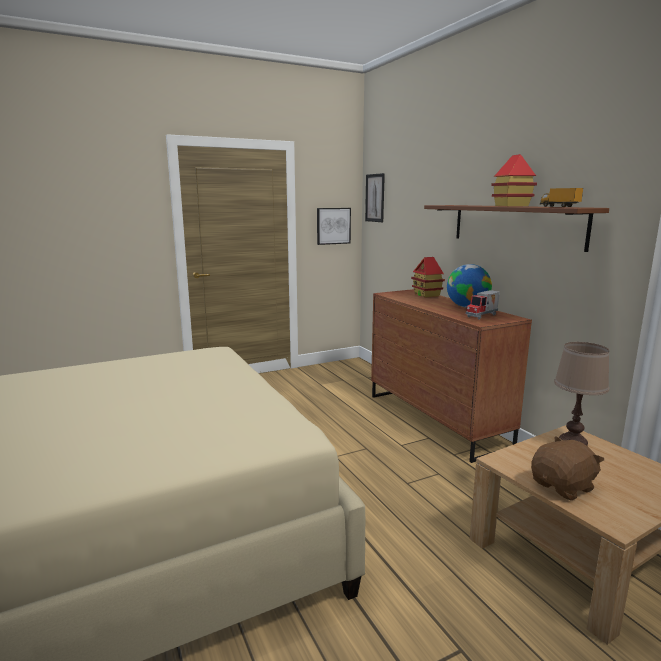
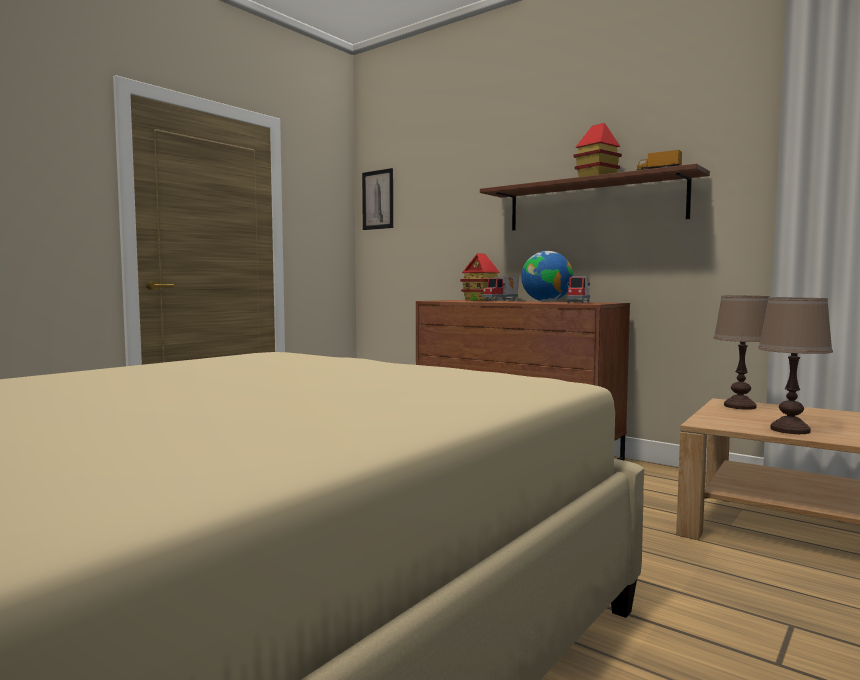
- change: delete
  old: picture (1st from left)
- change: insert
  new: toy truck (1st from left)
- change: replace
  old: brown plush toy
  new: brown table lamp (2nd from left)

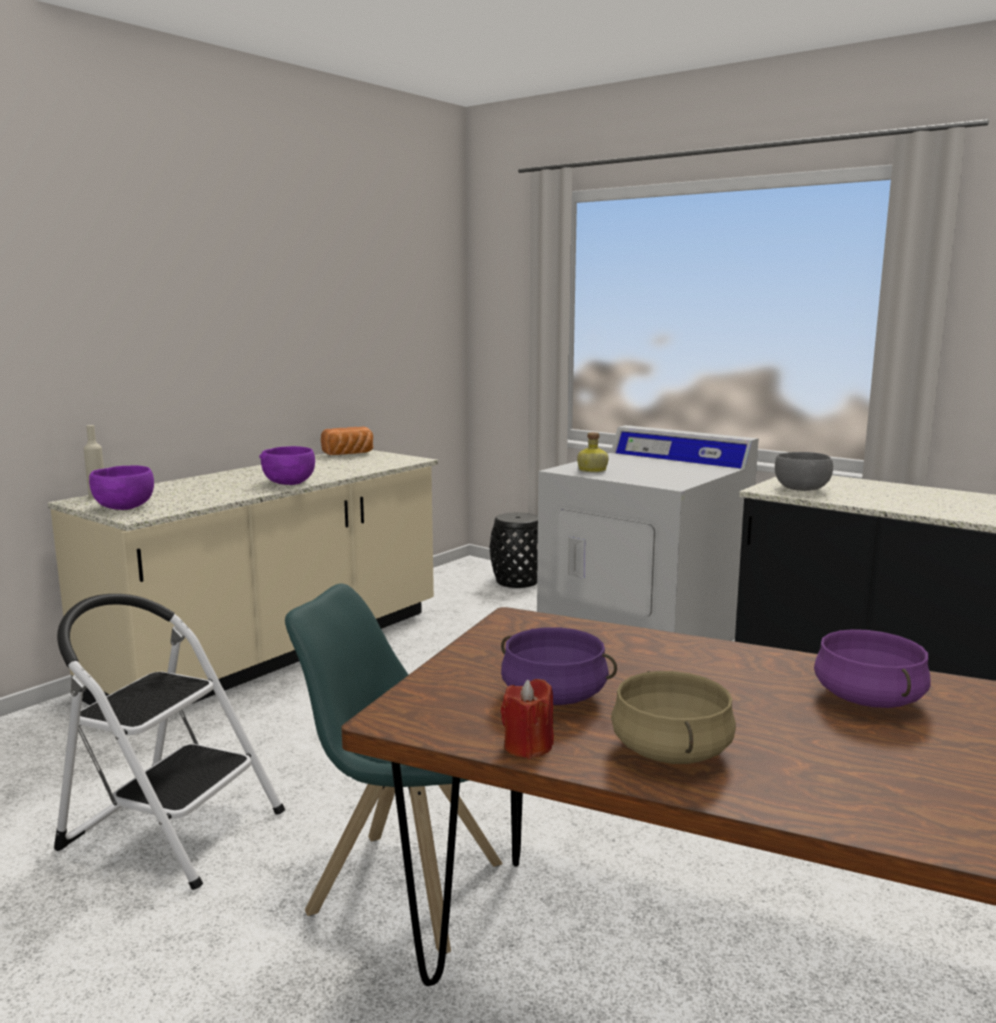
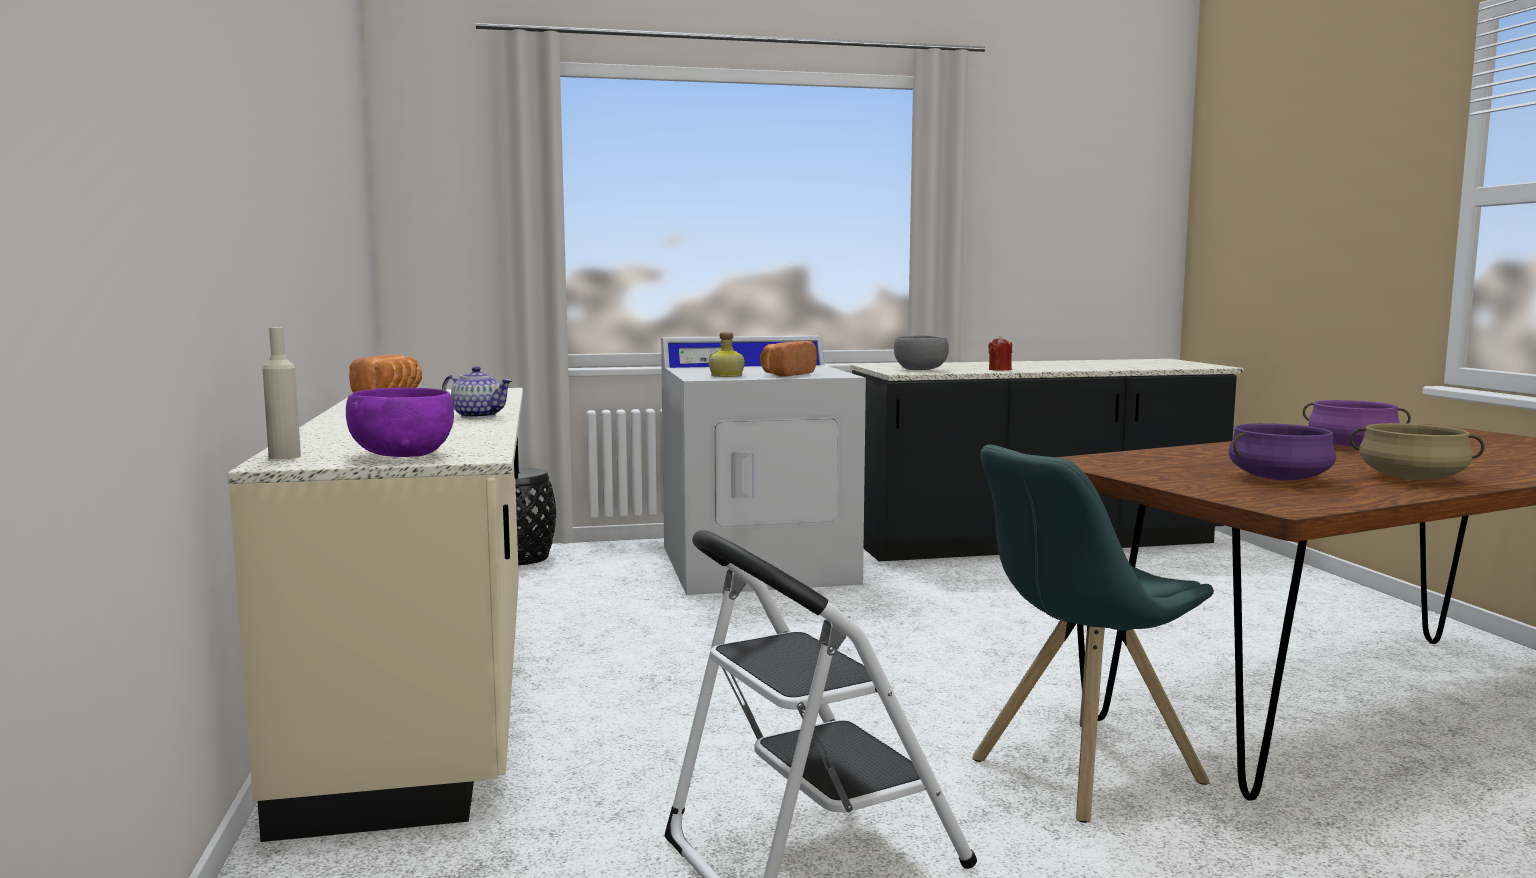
- change: insert
  new: bread (2nd from left)
- change: move
  old: red candle
- change: replace
  old: purple bowl (2nd from left)
  new: teapot

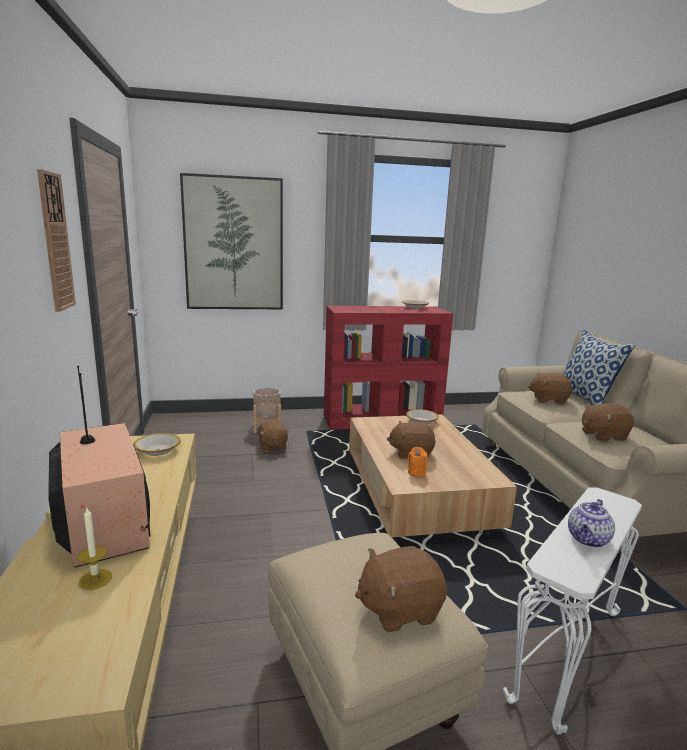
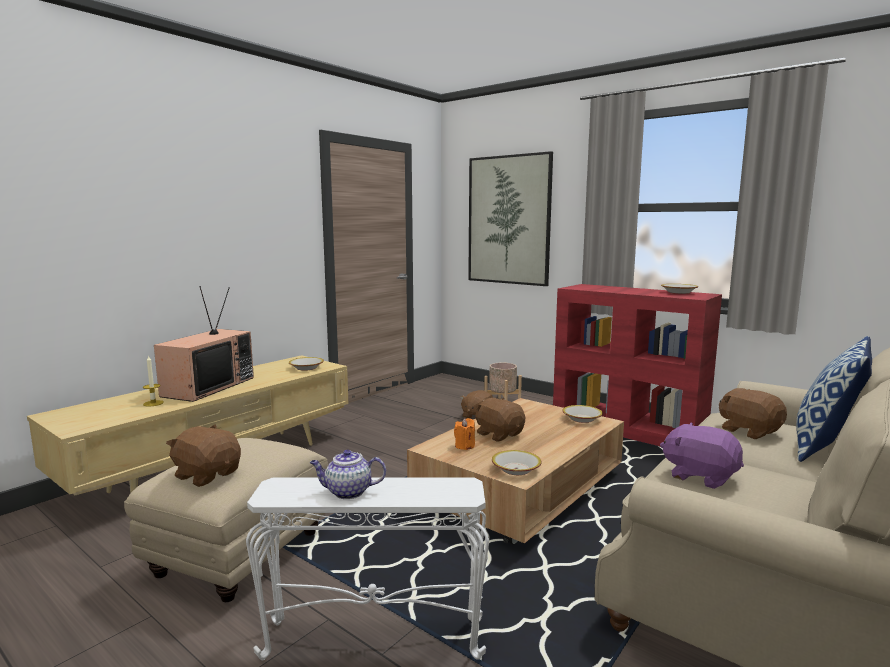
- change: delete
  old: wall clock
- change: insert
  new: bowl (2nd from left)
- change: recolor
  old: brown plush toy (5th from left)
  new: purple plush toy

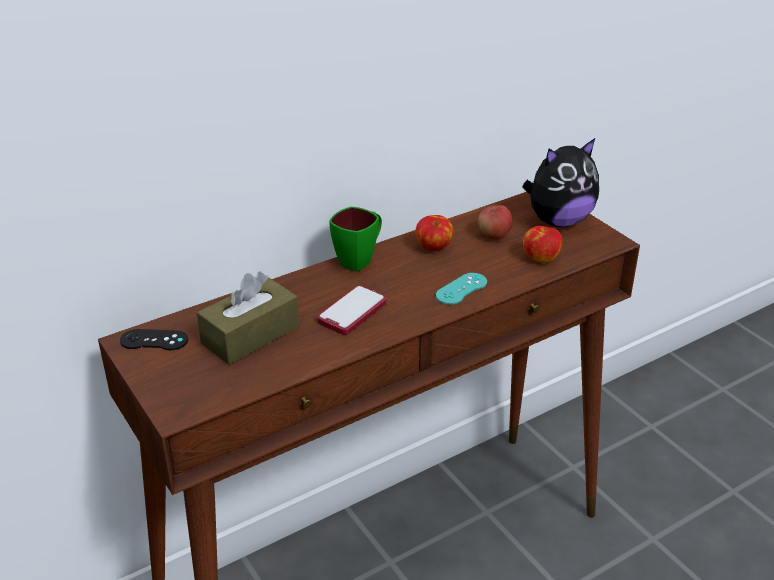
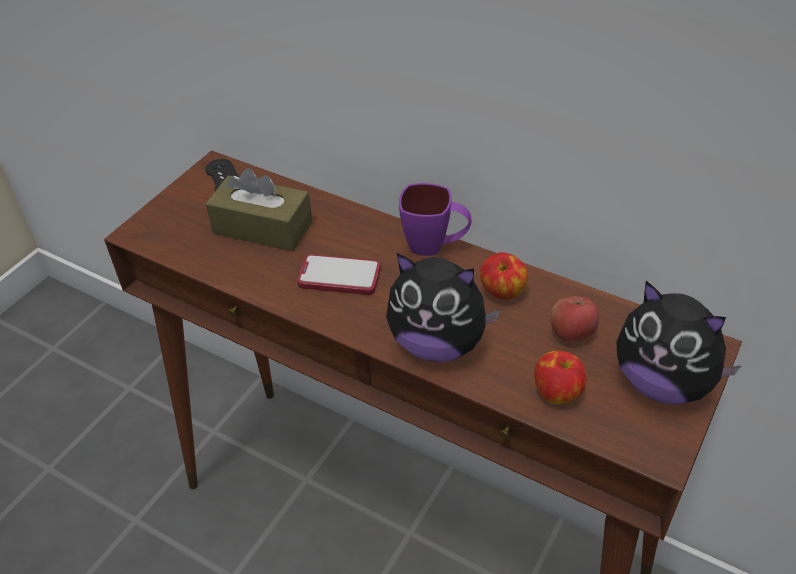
- change: replace
  old: turquoise game controller
  new: plush toy (1st from left)
- change: recolor
  old: green mug
  new: purple mug

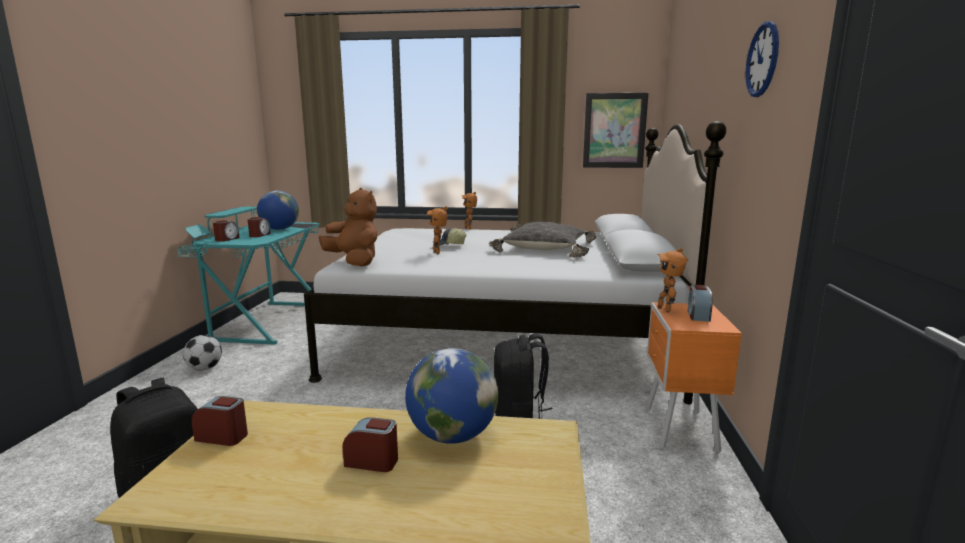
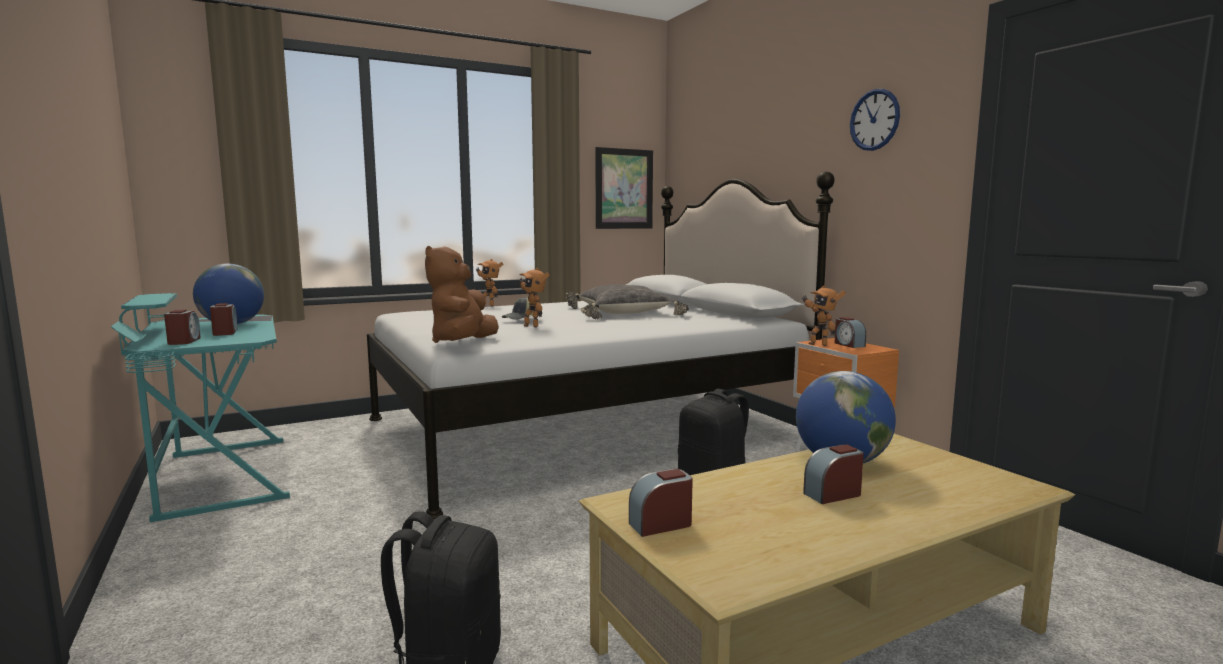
- change: delete
  old: football
- change: rotate
  old: brown plush toy
  degrees: -90

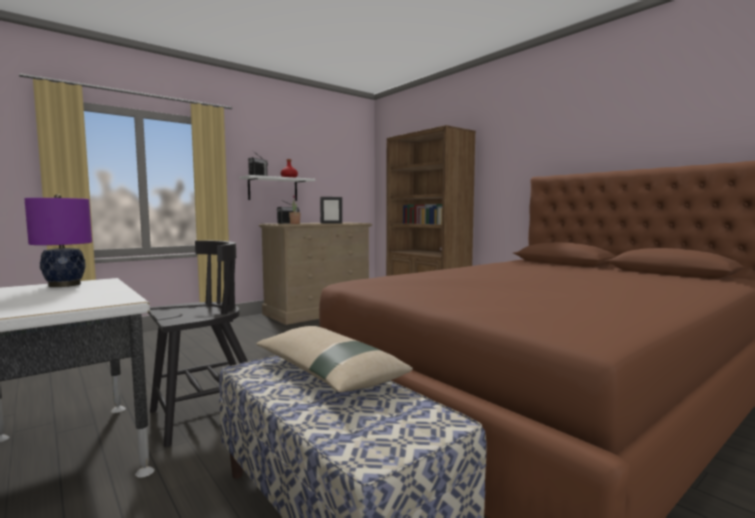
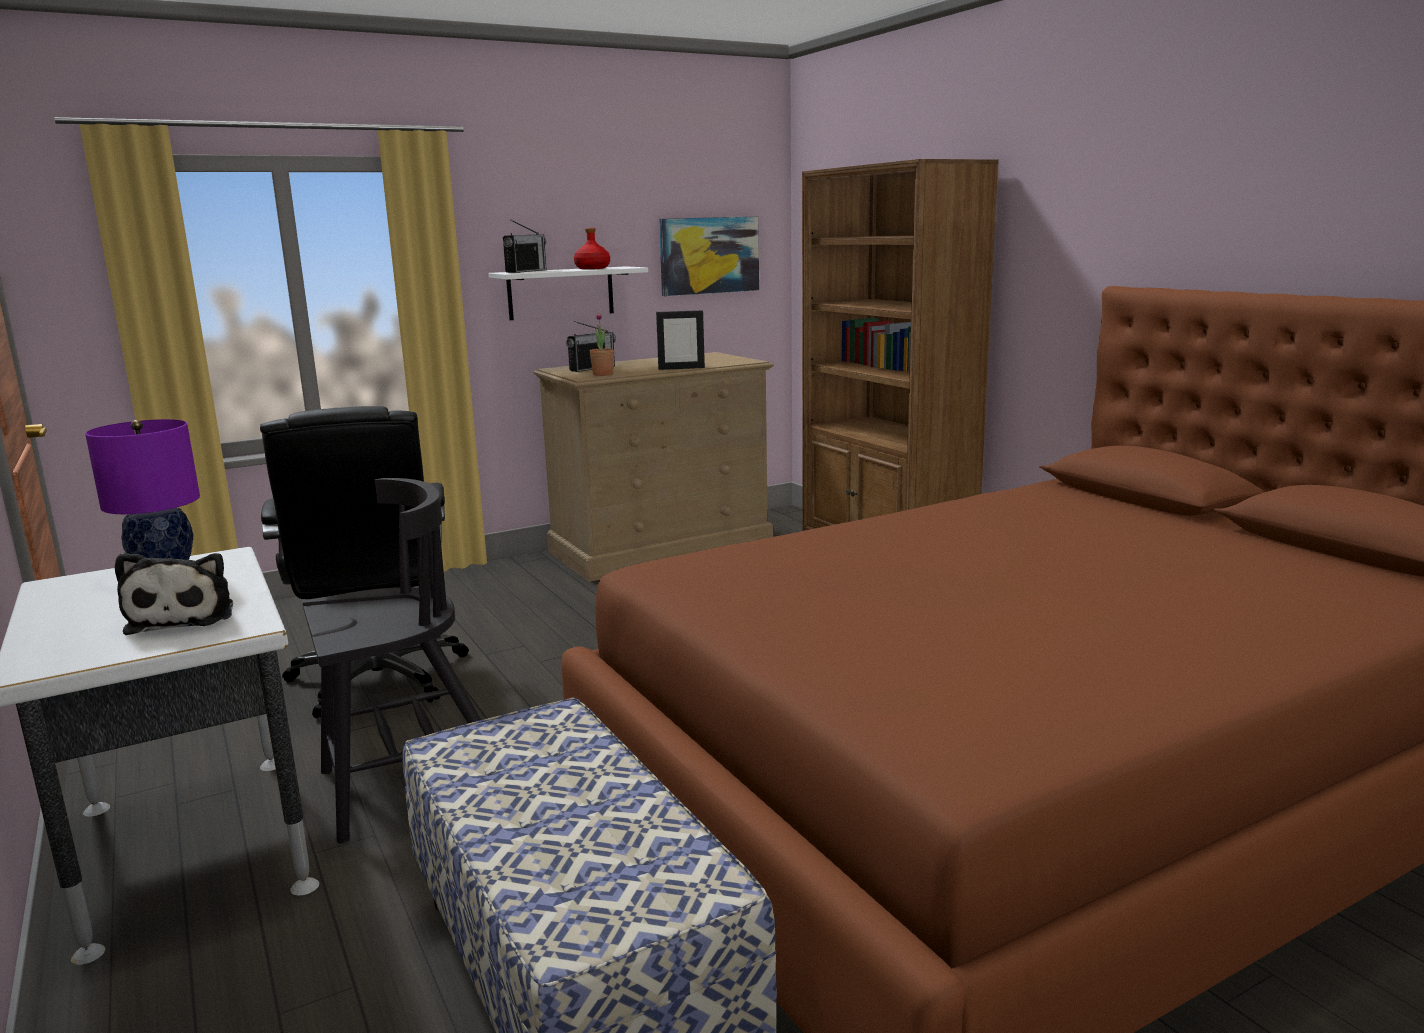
- change: delete
  old: beige pillow
- change: insert
  new: plush toy
- change: insert
  new: black office chair
- change: insert
  new: picture

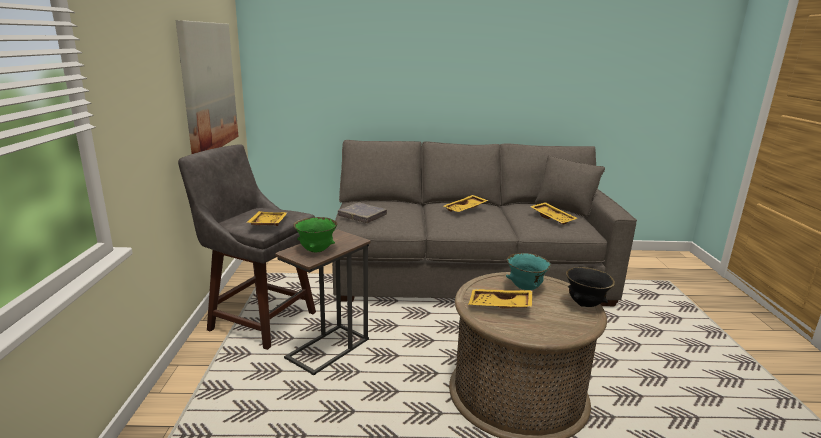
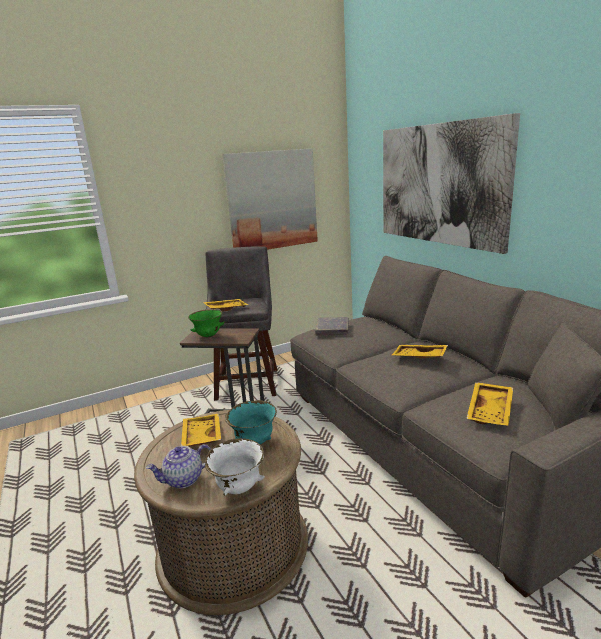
- change: insert
  new: teapot
- change: insert
  new: picture (2nd from left)
- change: recolor
  old: black bowl
  new: white bowl

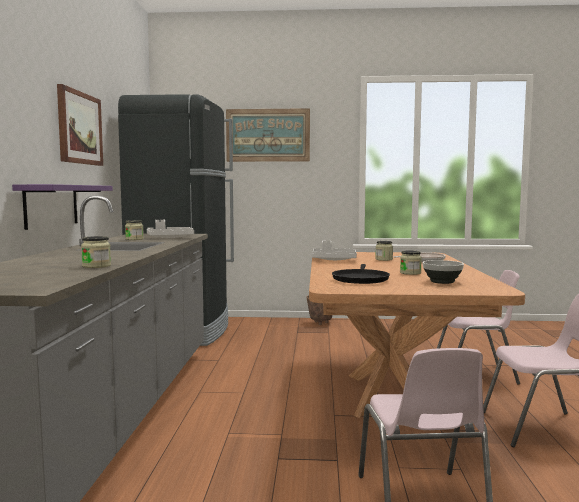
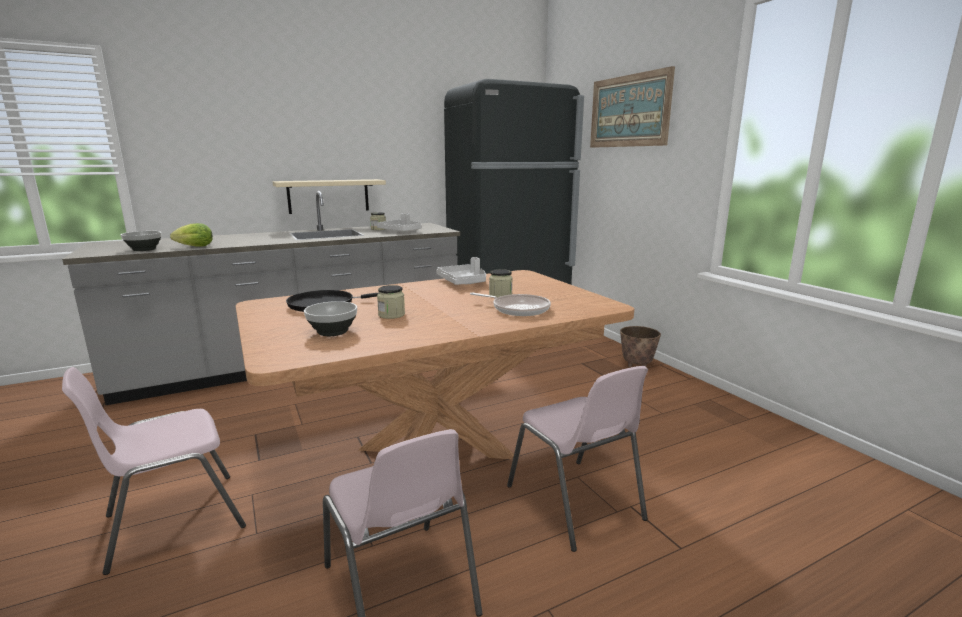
- change: delete
  old: picture (1st from left)
- change: insert
  new: bowl (1st from left)
- change: replace
  old: jar (1st from left)
  new: lettuce
- change: recolor
  old: purple shelf
  new: beige shelf

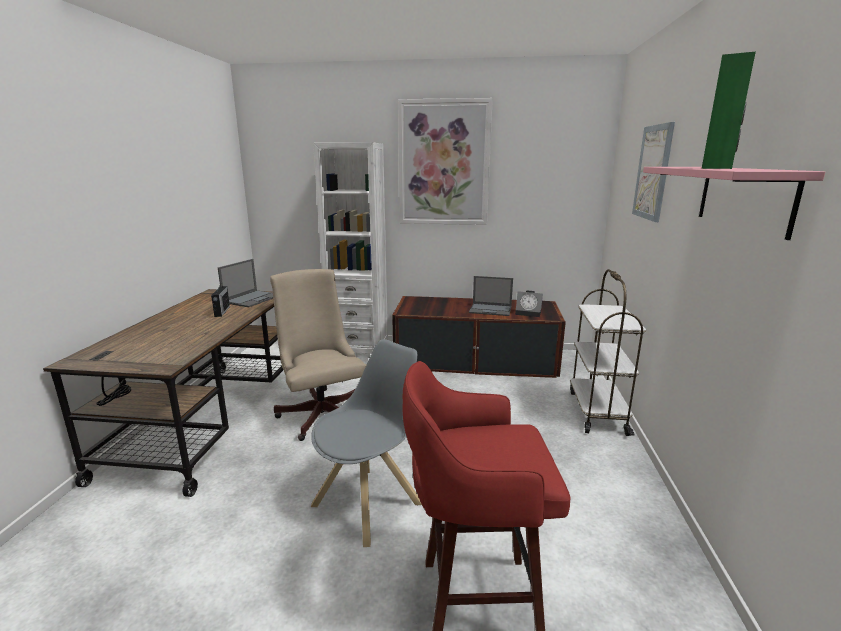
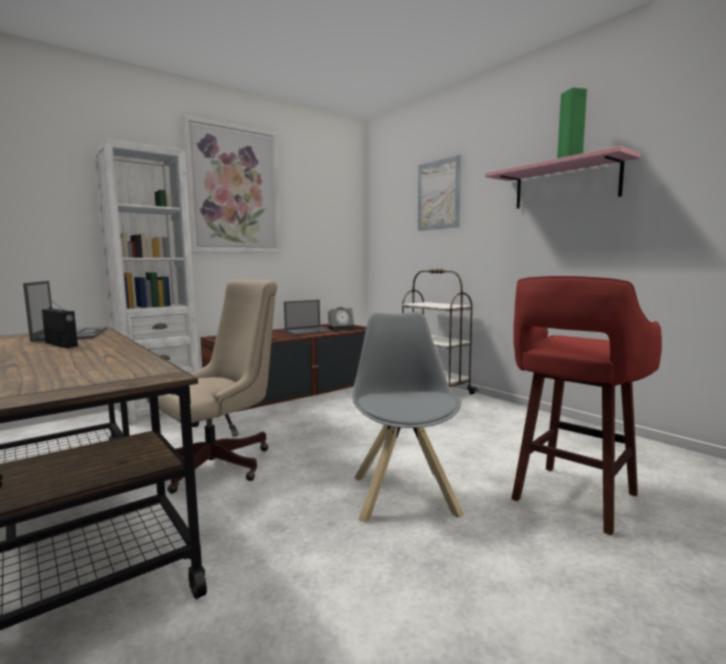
- change: rotate
  old: beige office chair
  degrees: 120

